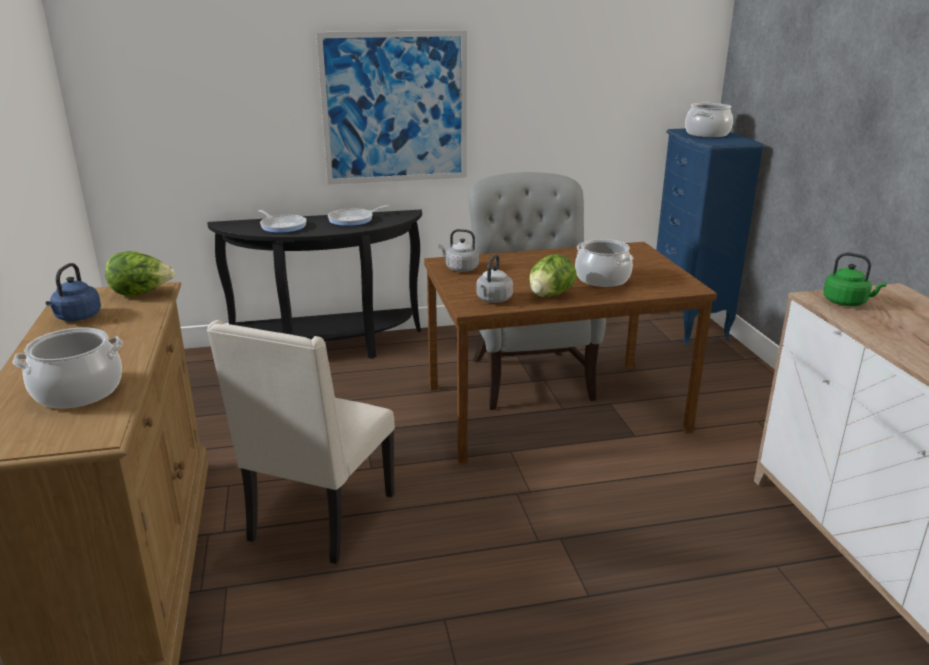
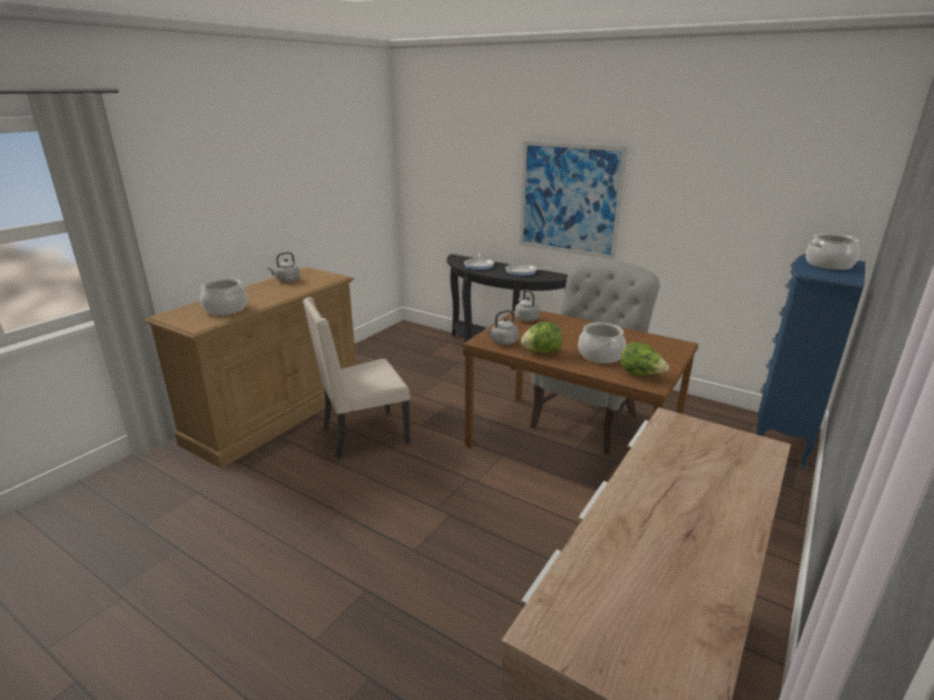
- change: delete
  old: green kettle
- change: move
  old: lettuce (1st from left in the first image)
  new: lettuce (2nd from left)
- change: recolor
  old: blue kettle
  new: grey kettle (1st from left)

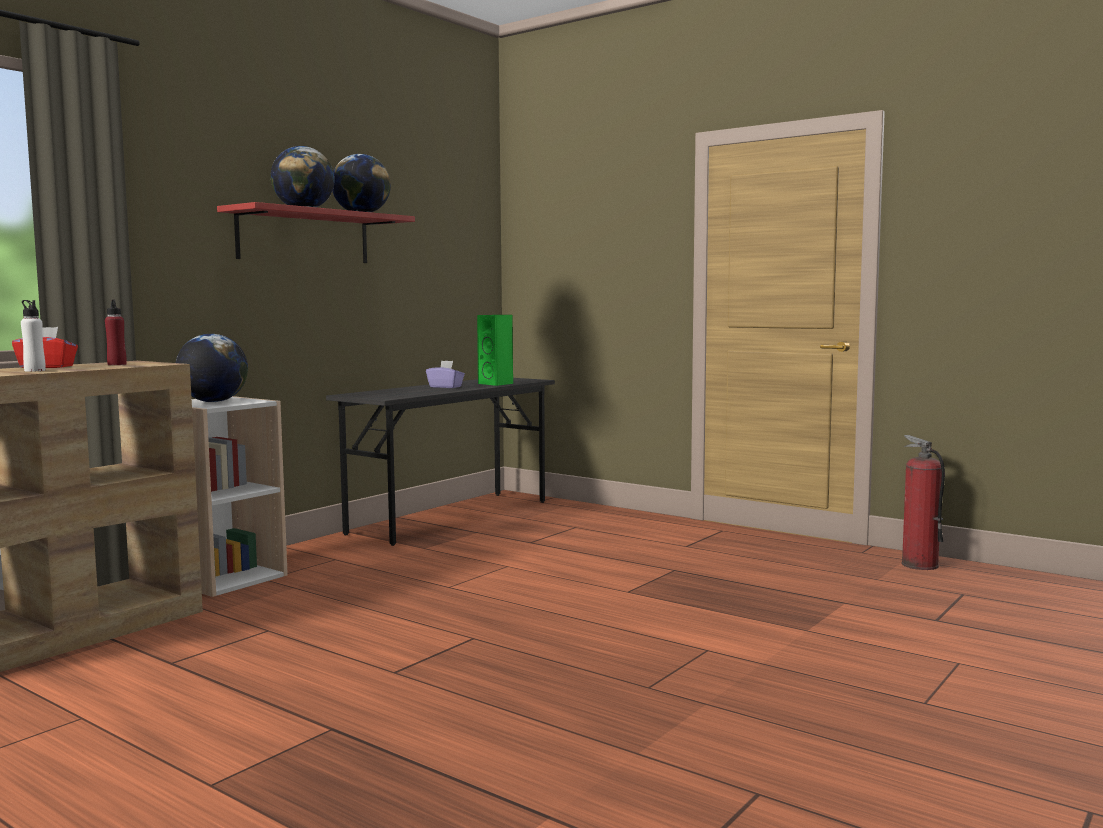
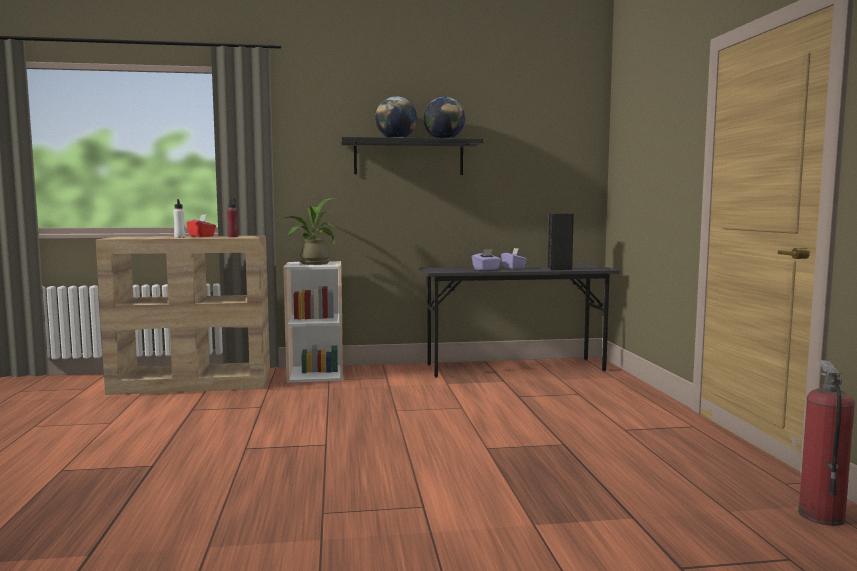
- change: insert
  new: purple tissue box (1st from left)
- change: replace
  old: globe (1st from left)
  new: potted plant
- change: recolor
  old: red shelf
  new: black shelf
- change: recolor
  old: green speaker
  new: black speaker

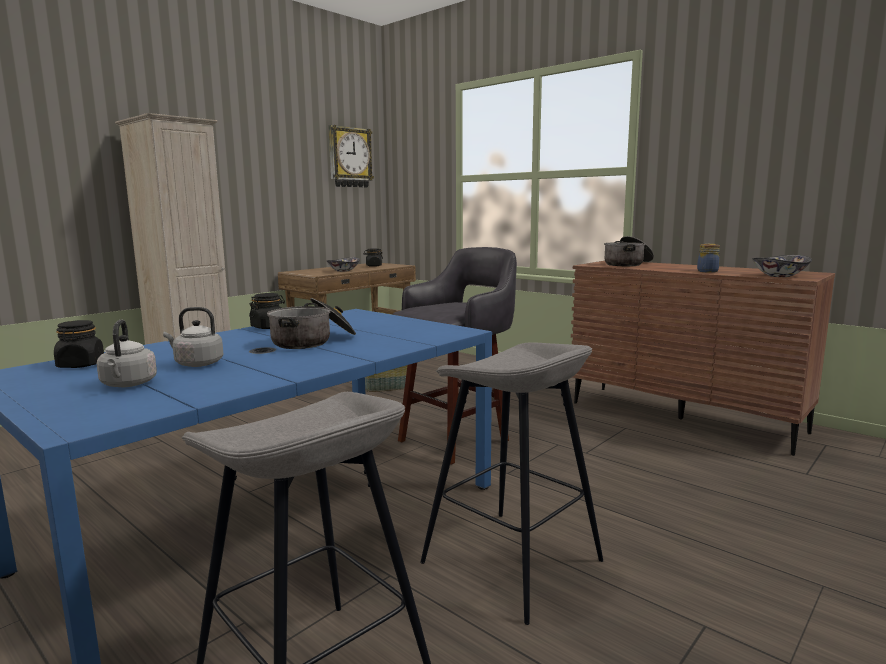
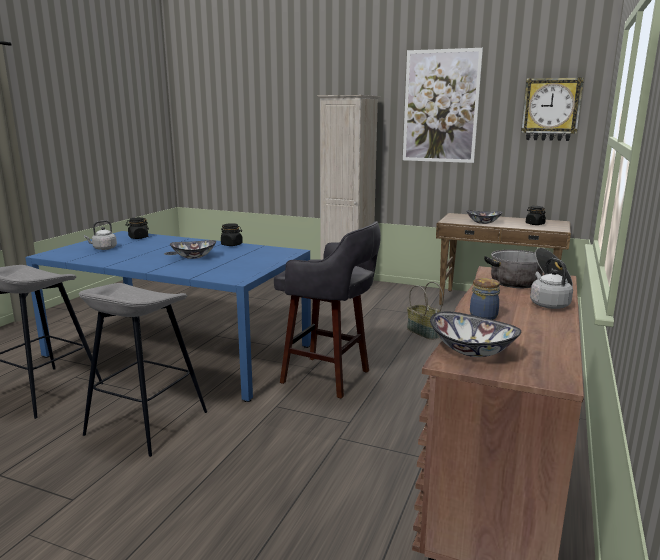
- change: insert
  new: picture
- change: move
  old: grey kettle (2nd from left)
- change: replace
  old: cooking pot (1st from left)
  new: bowl (1st from left)

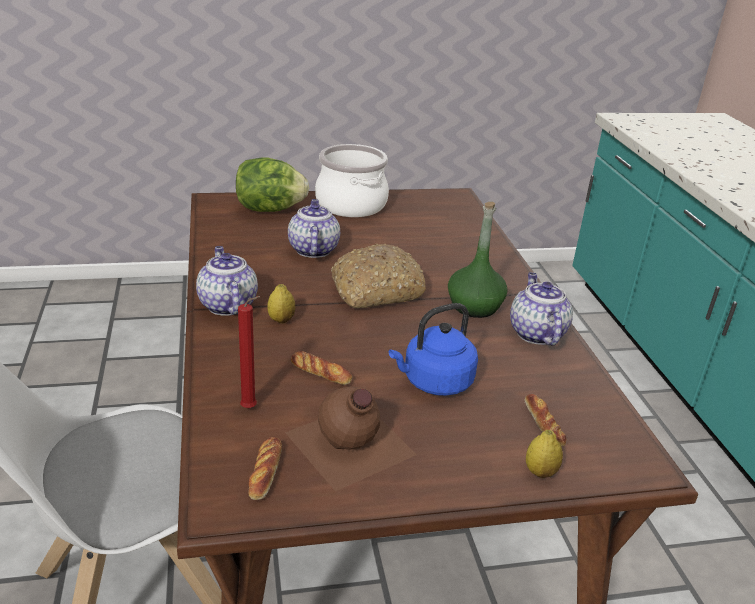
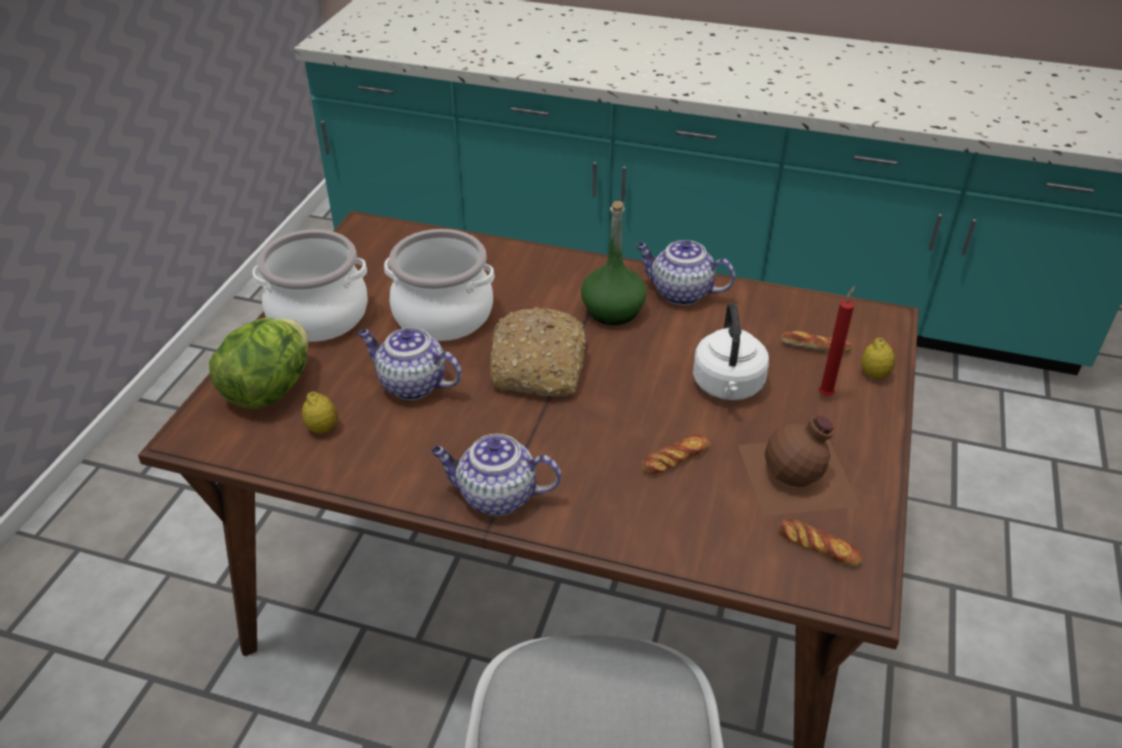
- change: insert
  new: cooking pot (2nd from left)
- change: move
  old: red candle
- change: move
  old: lemon (1st from left)
- change: recolor
  old: blue kettle
  new: white kettle

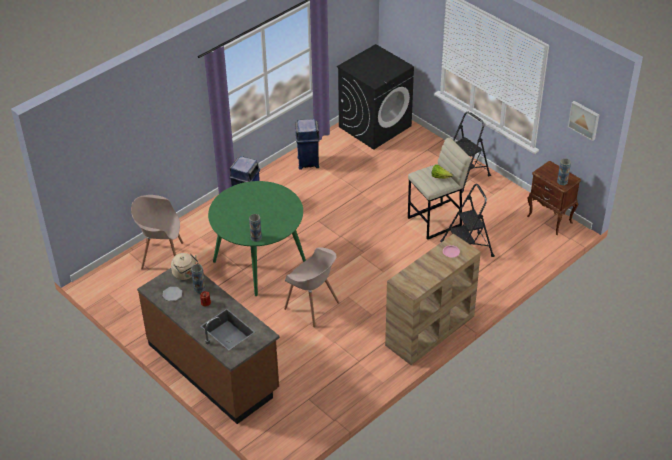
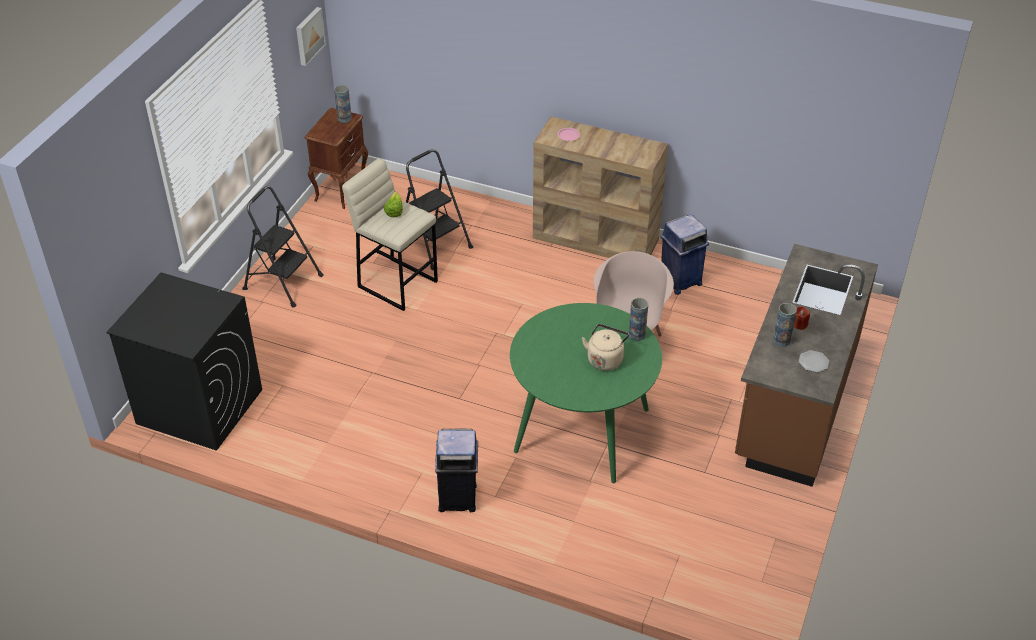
- change: delete
  old: beige chair (1st from left)
- change: move
  old: beige kettle
- change: move
  old: blue trash can (2nd from left)

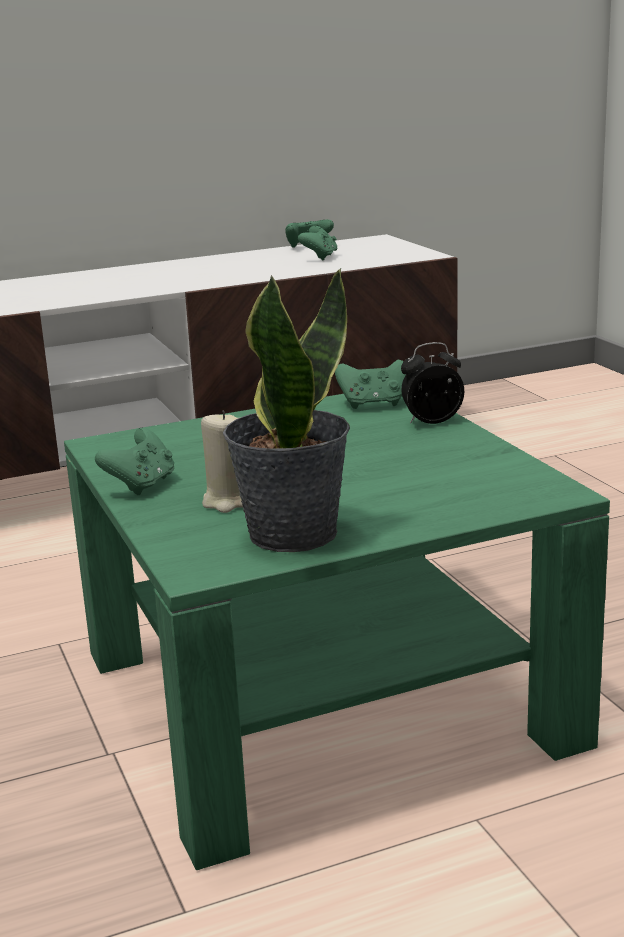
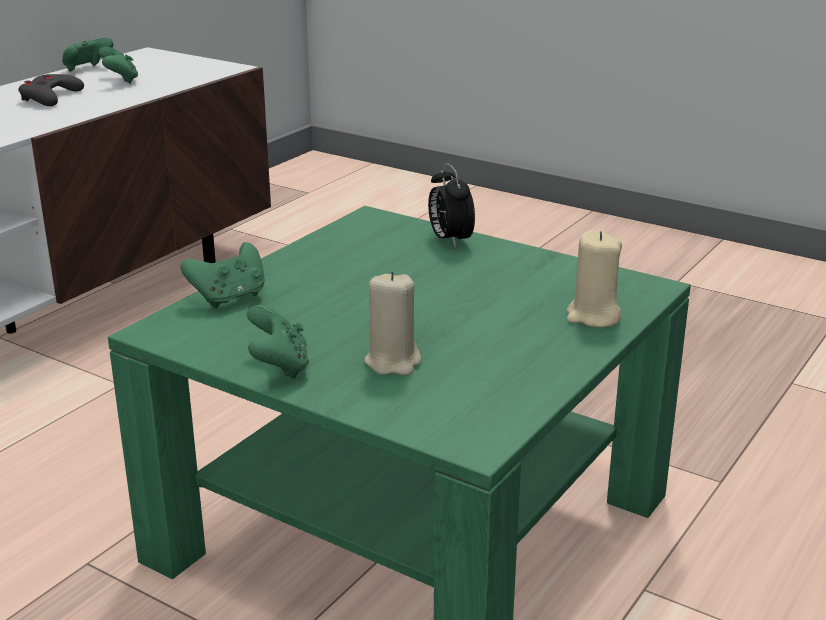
- change: delete
  old: potted plant
- change: insert
  new: grey game controller
- change: insert
  new: beige candle (2nd from left)
- change: move
  old: green game controller (4th from left in the first image)
  new: green game controller (3rd from left)
- change: rotate
  old: alarm clock
  degrees: -60

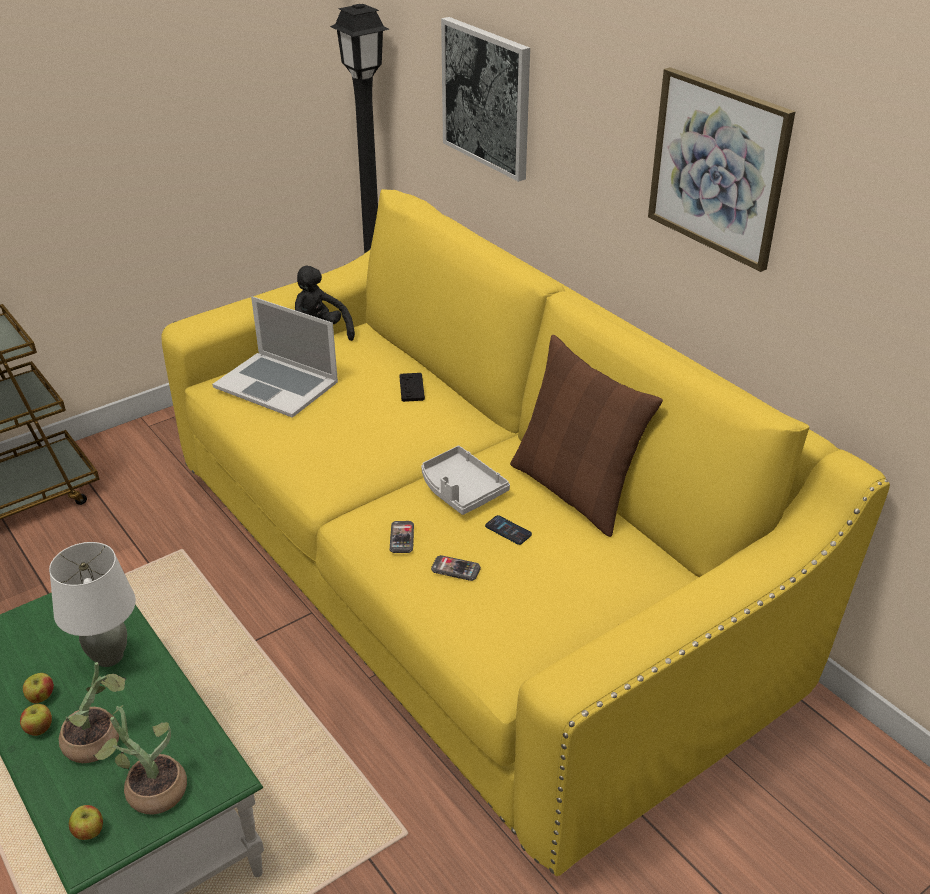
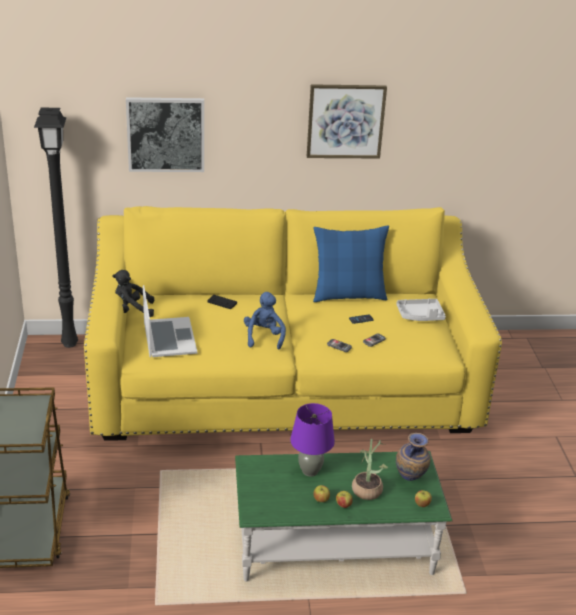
- change: insert
  new: blue plush toy
- change: move
  old: grey tray
- change: replace
  old: potted plant (2nd from left)
  new: vase
- change: recolor
  old: white table lamp
  new: purple table lamp
- change: recolor
  old: brown pillow
  new: blue pillow
- change: rotate
  old: laptop
  degrees: -75

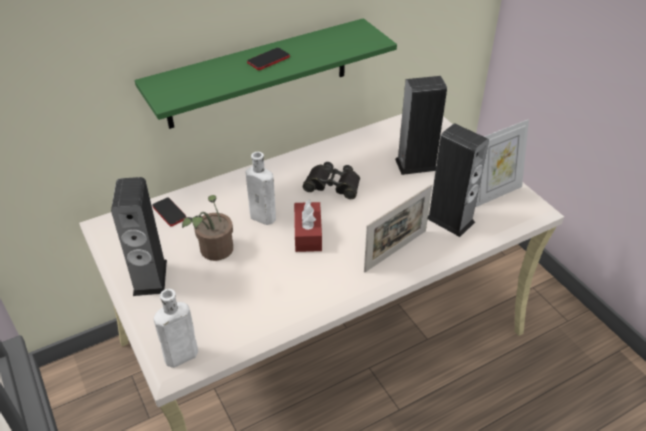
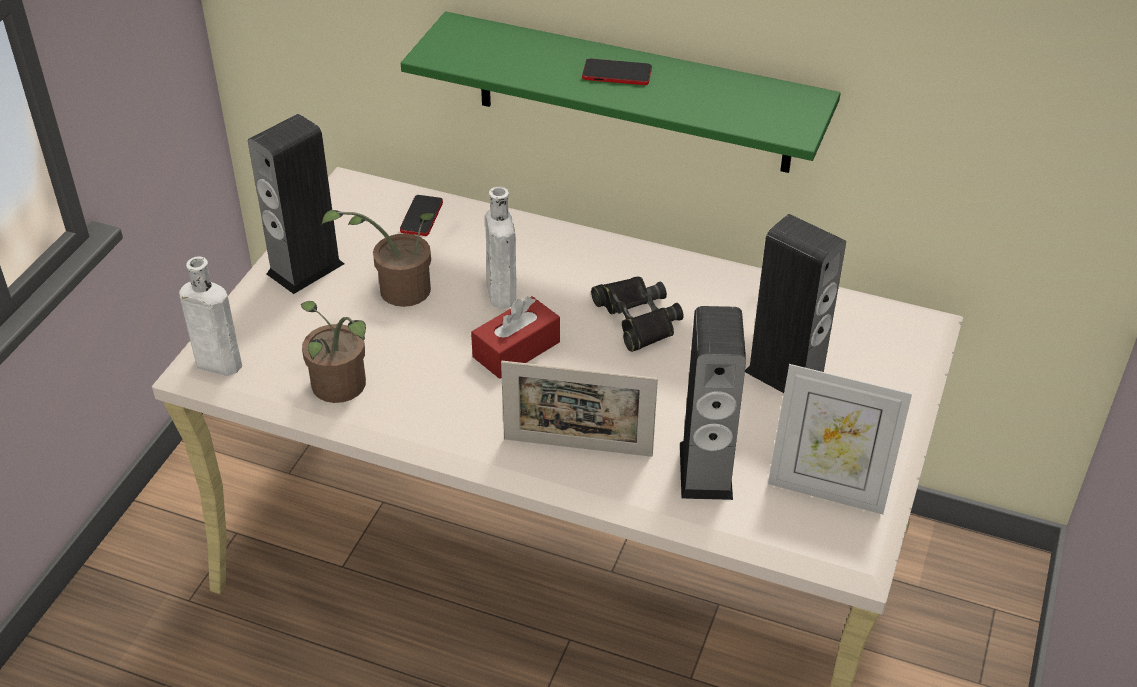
- change: insert
  new: potted plant (1st from left)

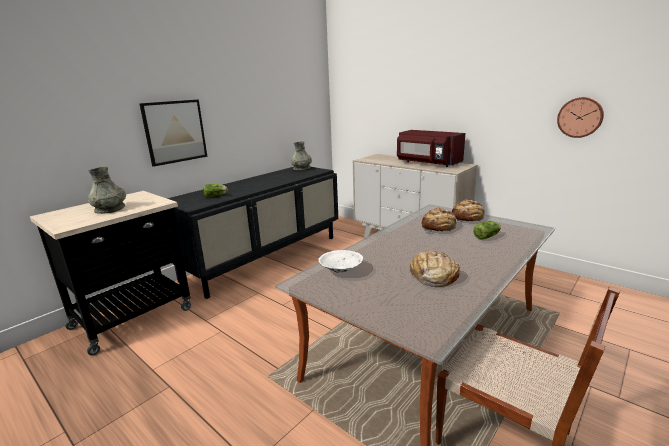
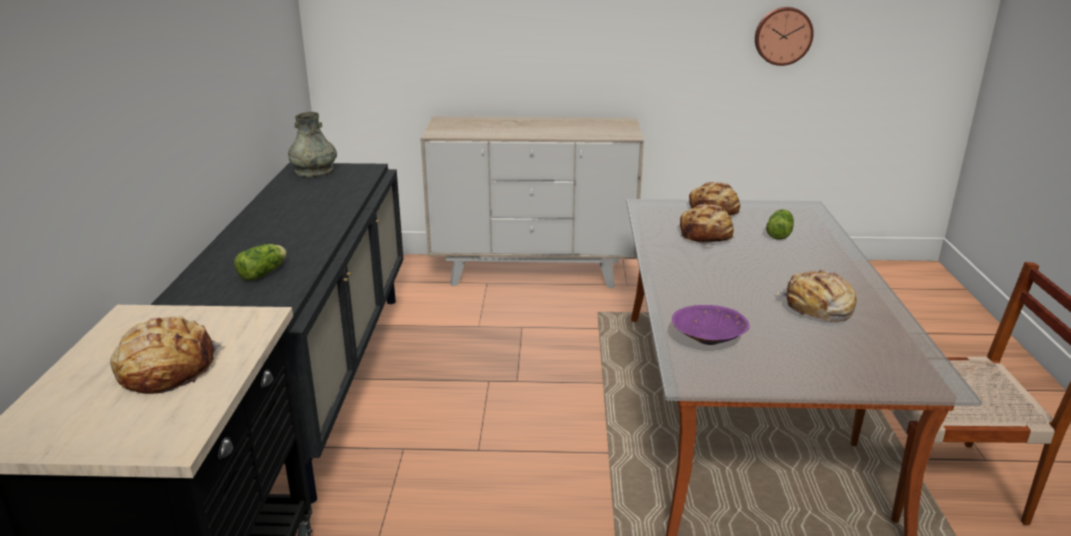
- change: delete
  old: picture
- change: delete
  old: red microwave
- change: replace
  old: grey vase (1st from left)
  new: bread (1st from left)
- change: recolor
  old: white bowl
  new: purple bowl

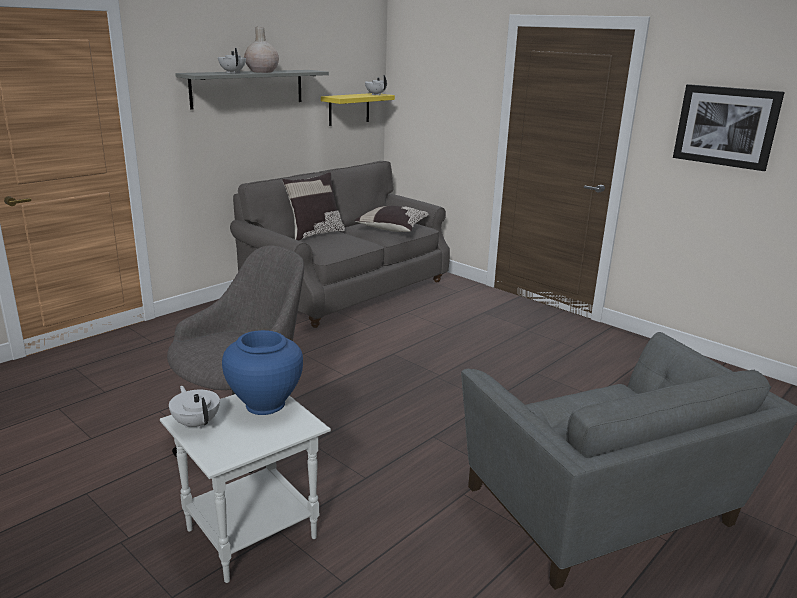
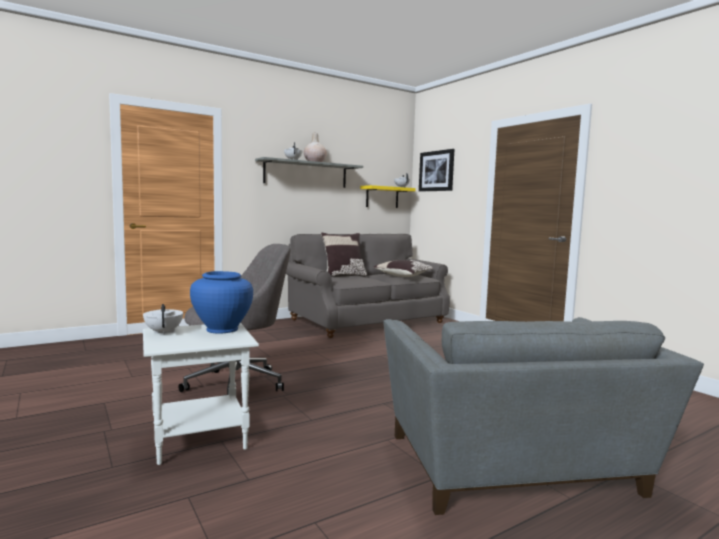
- change: move
  old: picture

